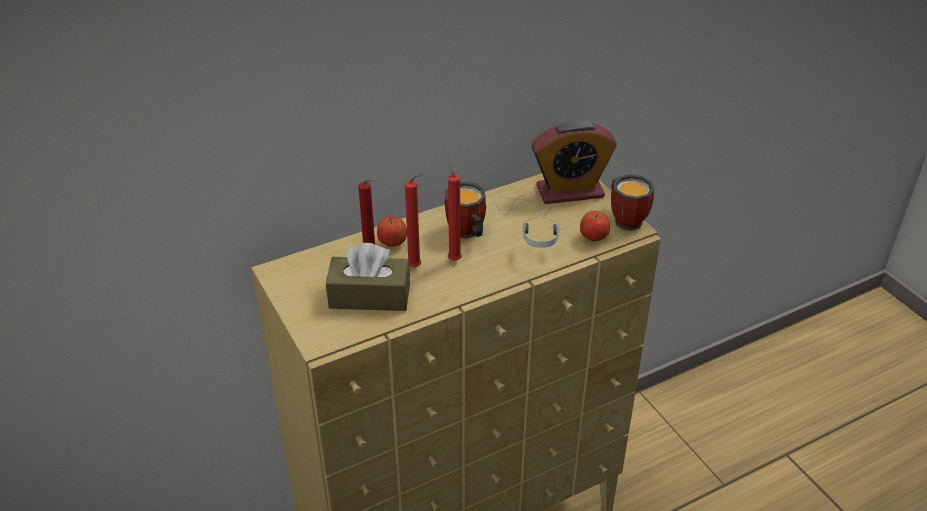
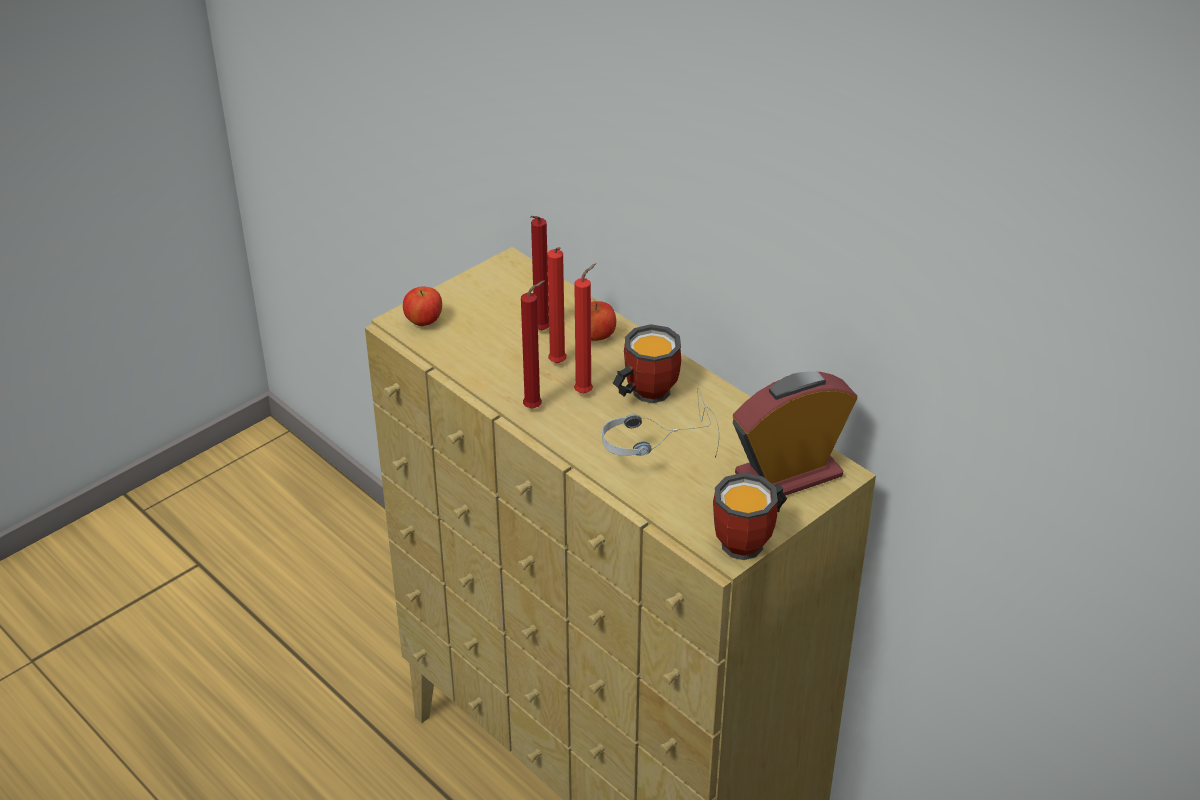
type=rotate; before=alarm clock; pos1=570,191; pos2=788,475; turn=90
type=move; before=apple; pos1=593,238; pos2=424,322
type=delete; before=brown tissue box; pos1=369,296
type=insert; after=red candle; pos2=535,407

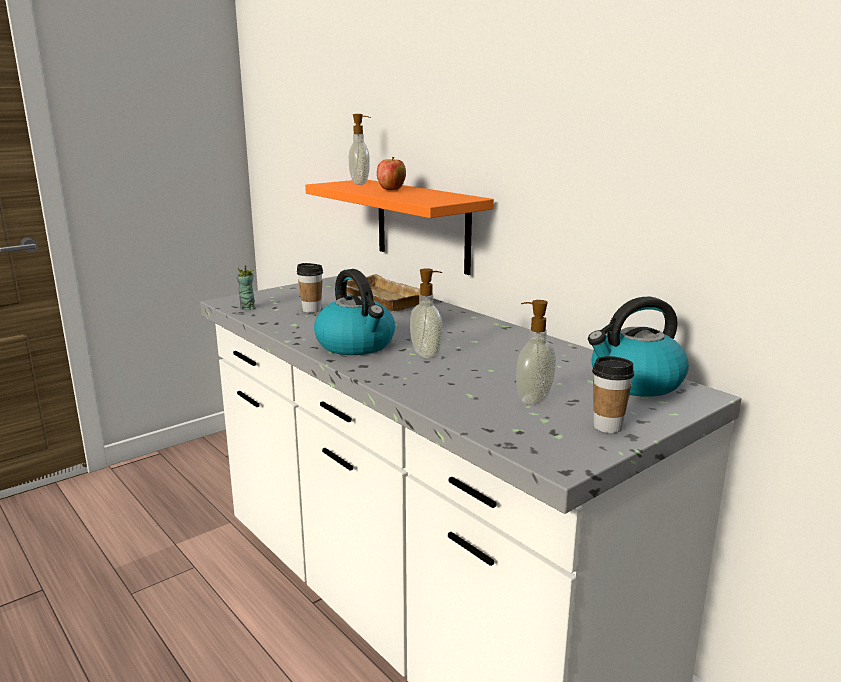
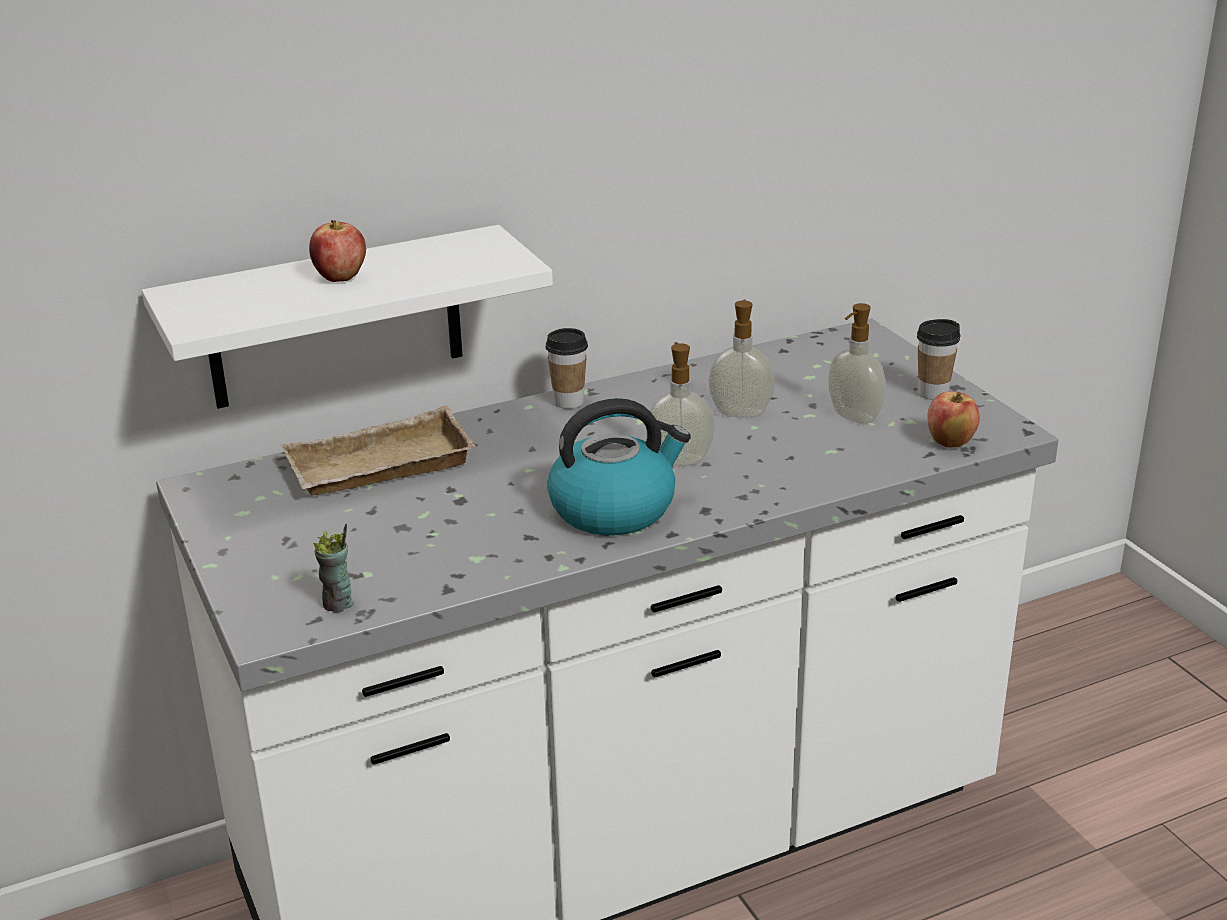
type=move; before=soap dispenser; pos1=360,183; pos2=741,412
type=recolor; before=orange shelf; after=white shelf; pos1=422,225; pos2=335,318
type=move; before=cup; pos1=311,310; pos2=568,402
type=delete; before=kettle; pos1=635,383
type=insert; after=apple; pos2=950,442

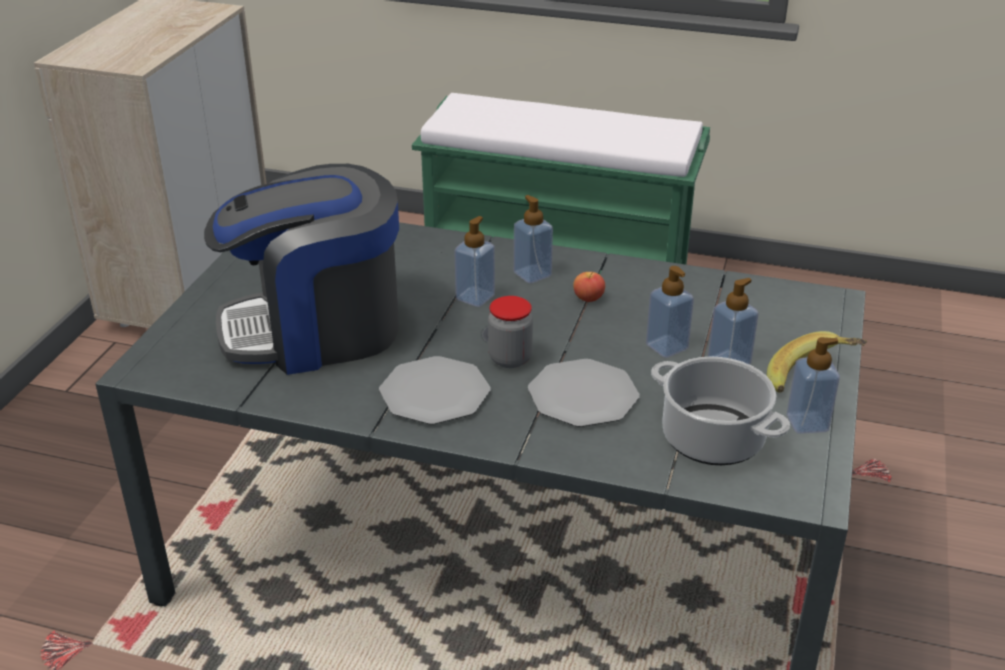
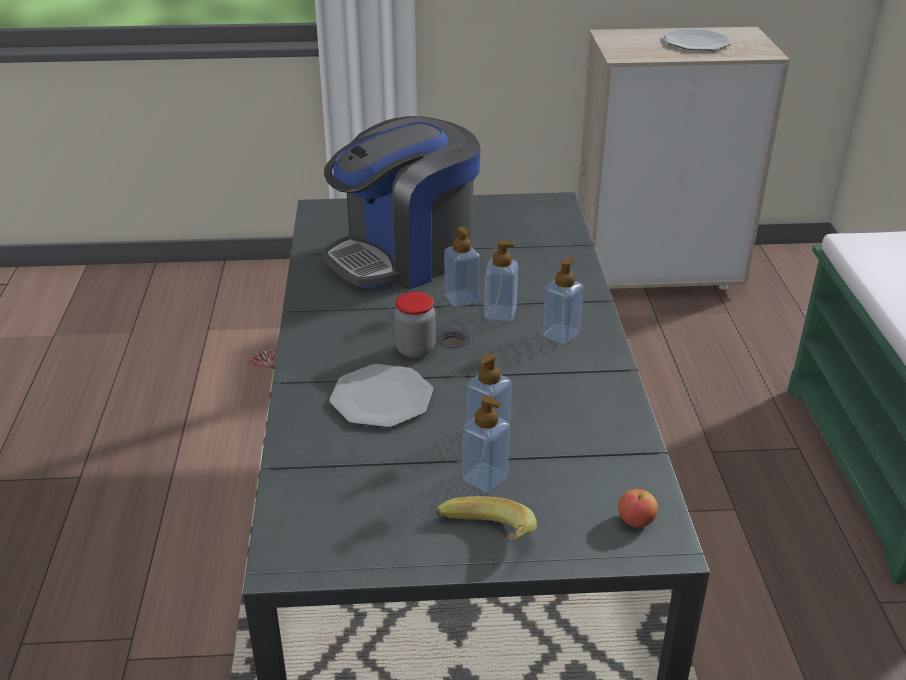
type=rotate; before=coffee machine; pos1=315,330; pos2=404,256; turn=-90
type=move; before=apple; pos1=588,298; pos2=636,520
type=move; before=soap dispenser; pos1=807,423; pos2=461,298
type=move; before=plate; pos1=435,393; pos2=696,42
type=delete; before=cooking pot; pos1=711,438

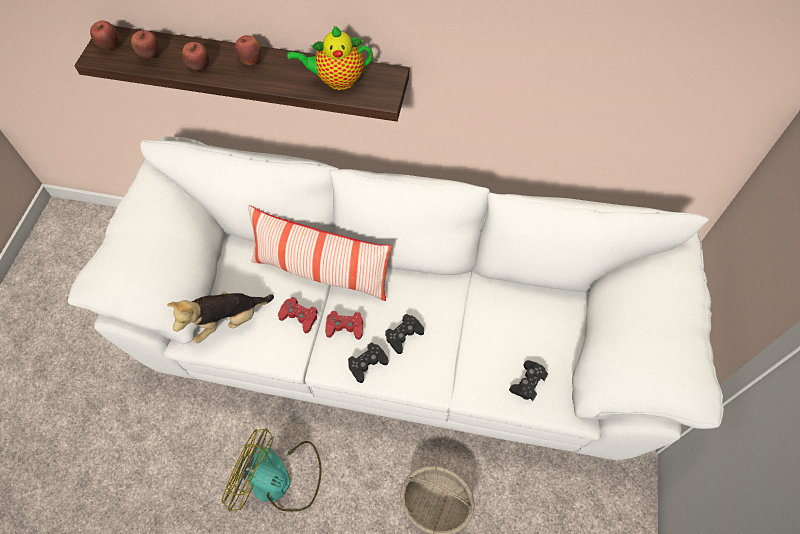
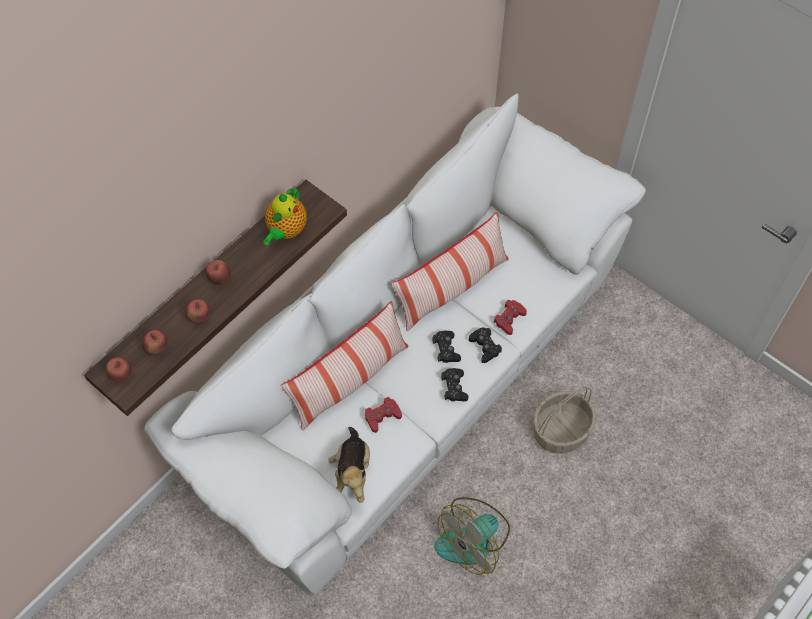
type=move; before=red game controller; pos1=345,327; pos2=509,319
type=move; before=black game controller; pos1=528,382; pos2=485,347
type=insert; after=pillow; pos2=451,288

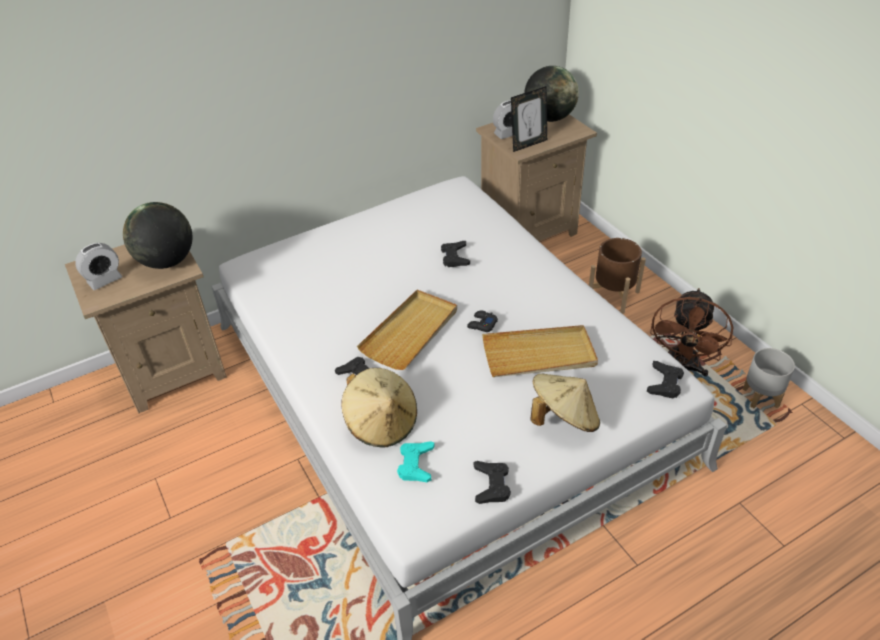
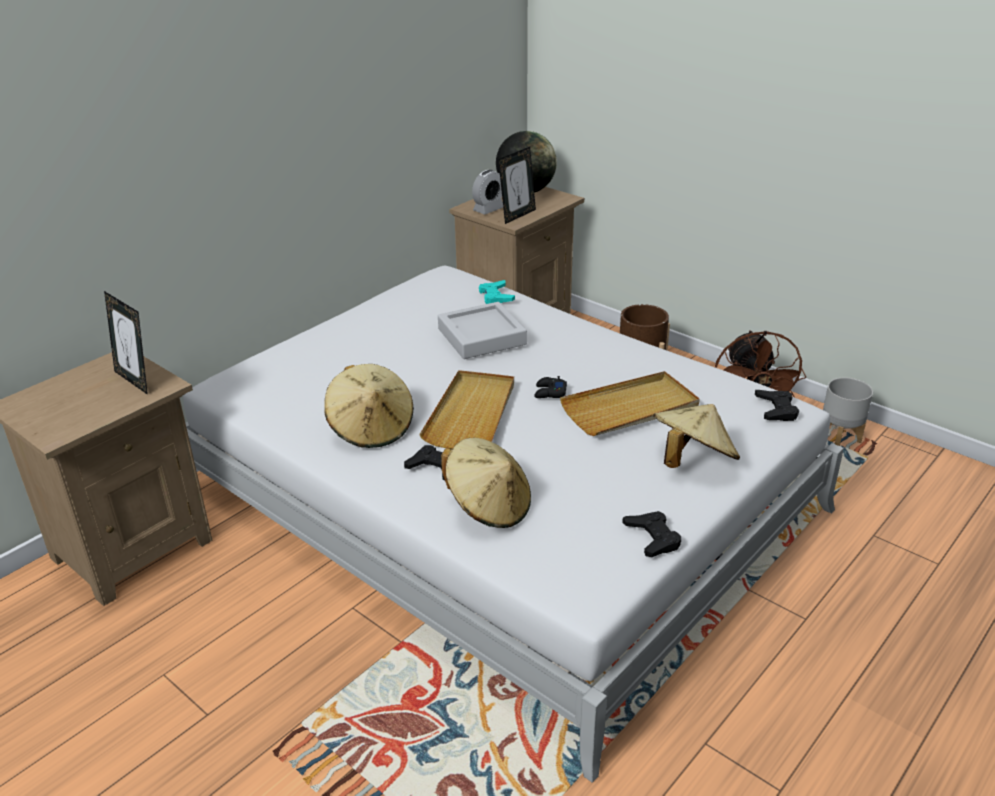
type=replace; before=globe; after=picture frame; pos1=167,261; pos2=135,380
type=replace; before=black game controller; after=grey tray; pos1=455,257; pos2=481,336
type=delete; before=alarm clock; pos1=105,280
type=move; before=turquoise game controller; pos1=416,464; pos2=496,296
type=insert; after=beige hat; pos2=371,428

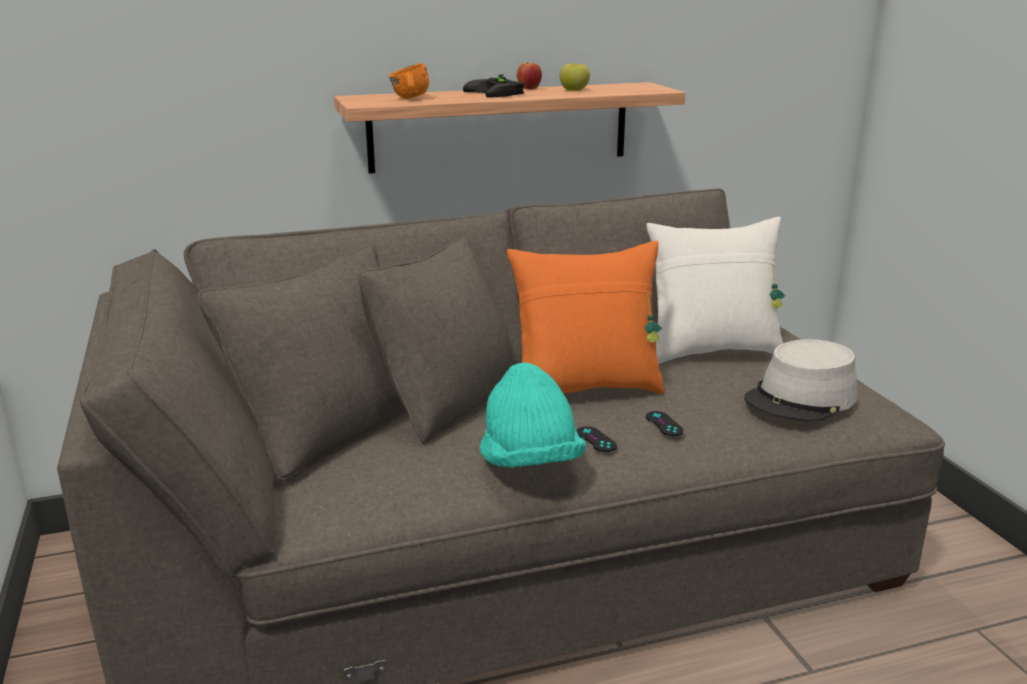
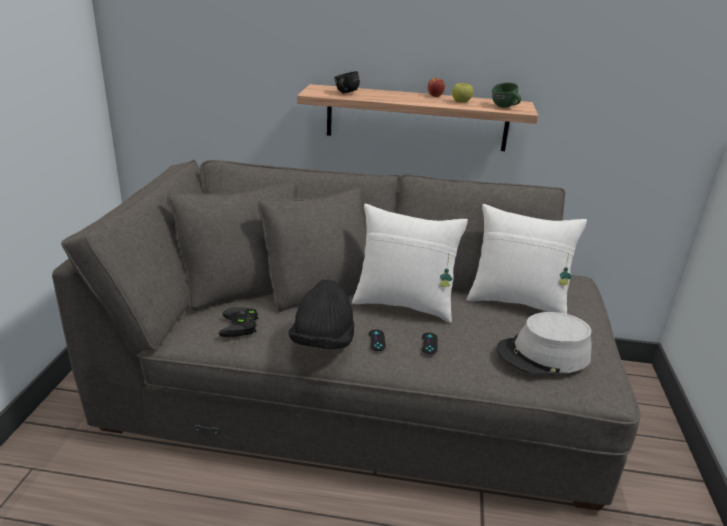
type=recolor; before=orange mug; after=black mug; pos1=409,99; pos2=344,93
type=move; before=black game controller; pos1=498,93; pos2=240,326
type=recolor; before=orange pillow; after=white pillow; pos1=585,390; pos2=403,306
type=recolor; before=turquoise hat; after=black hat; pos1=530,463; pos2=323,342
type=insert; after=green mug; pos2=505,107

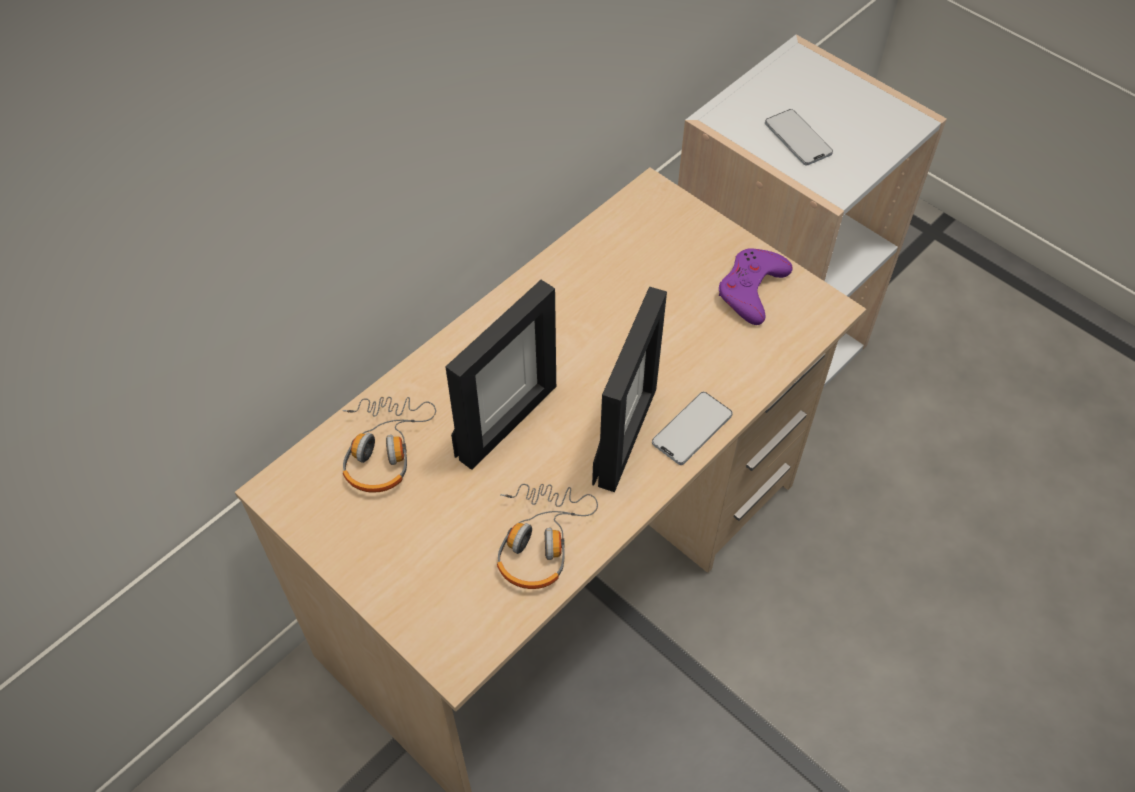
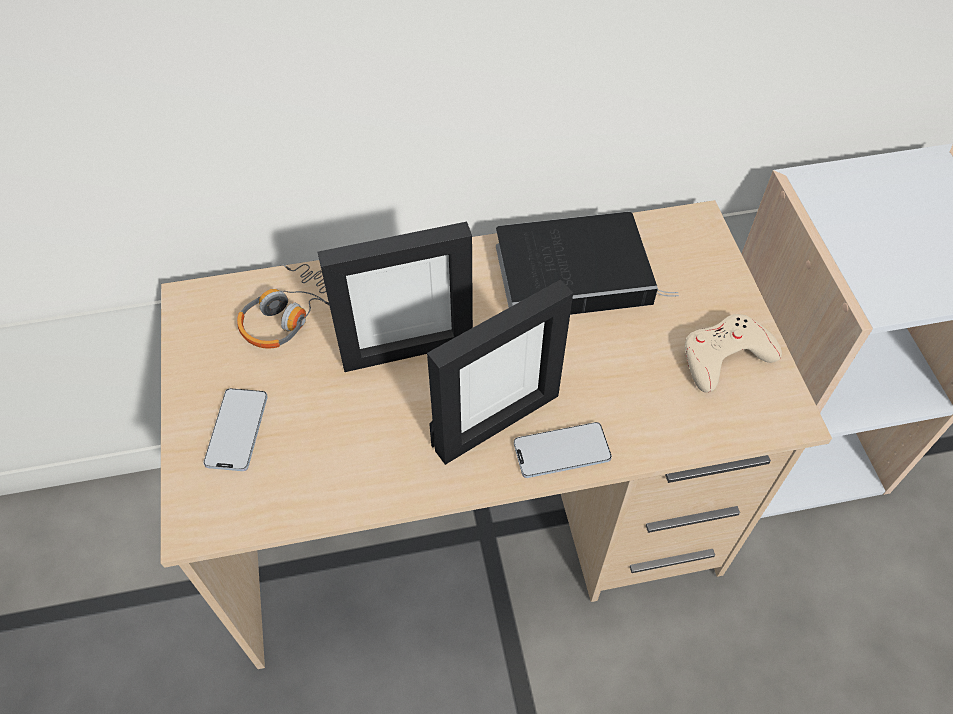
type=move; before=phone; pos1=798,138; pos2=237,430
type=recolor; before=purple game controller; after=beige game controller; pos1=751,289; pos2=724,356
type=delete; before=headphones; pos1=540,541
type=insert; after=book; pos2=577,272

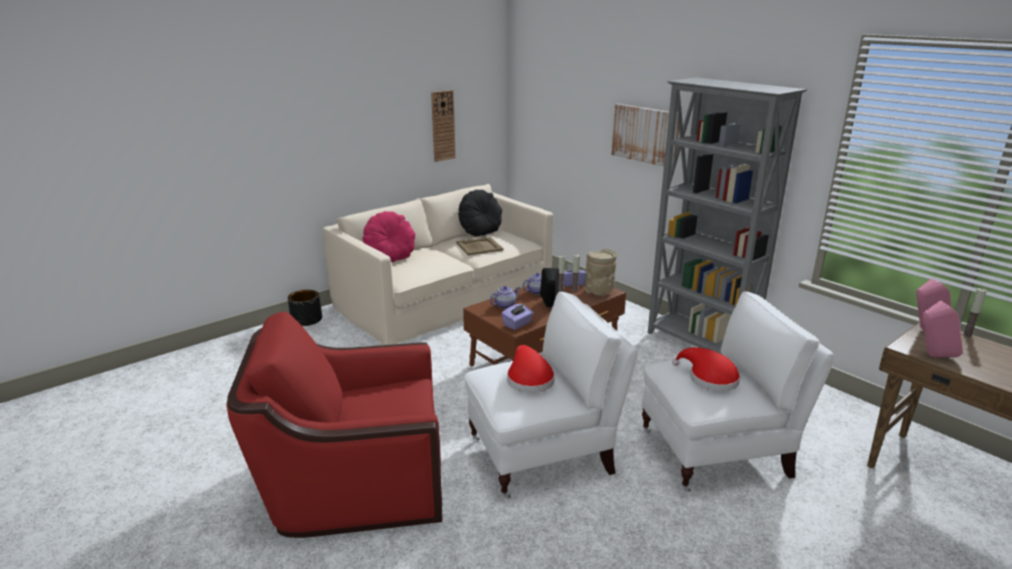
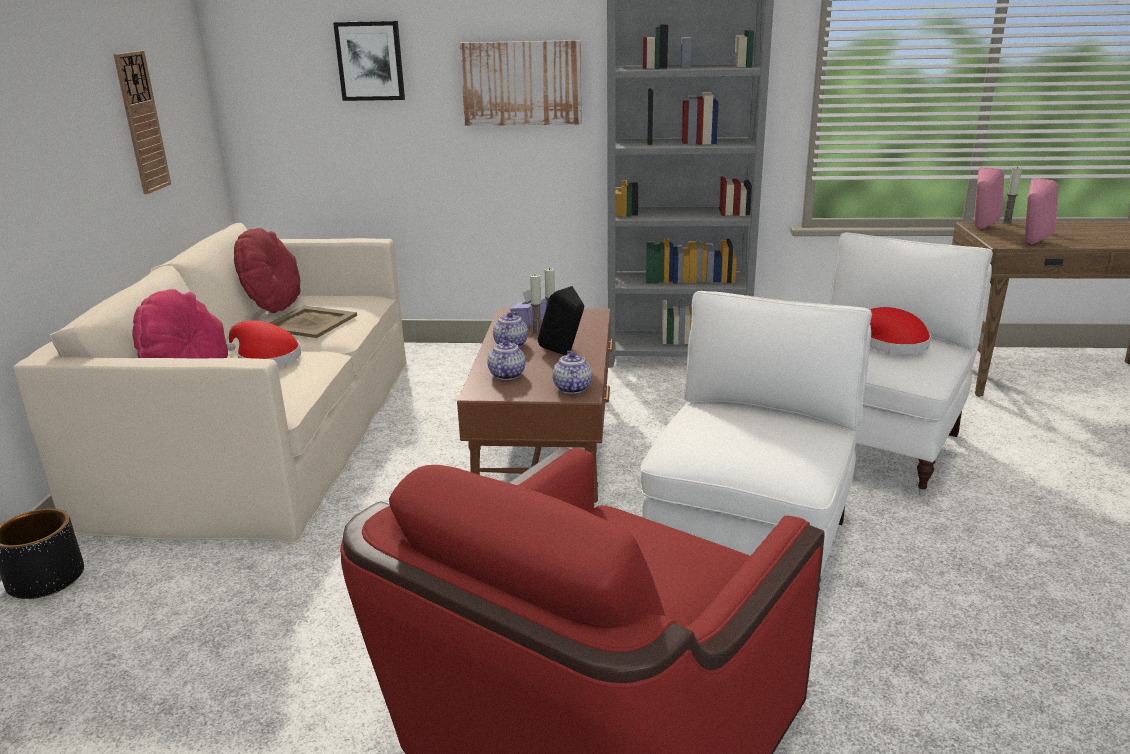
type=recolor; before=black pillow; after=red pillow; pos1=480,233; pos2=274,307
type=delete; before=beige vase; pos1=599,292
type=replace; before=purple tissue box; after=teapot; pos1=517,324; pos2=572,388
type=move; before=red hat; pos1=528,379; pos2=265,358
type=insert; after=picture; pos2=370,61

